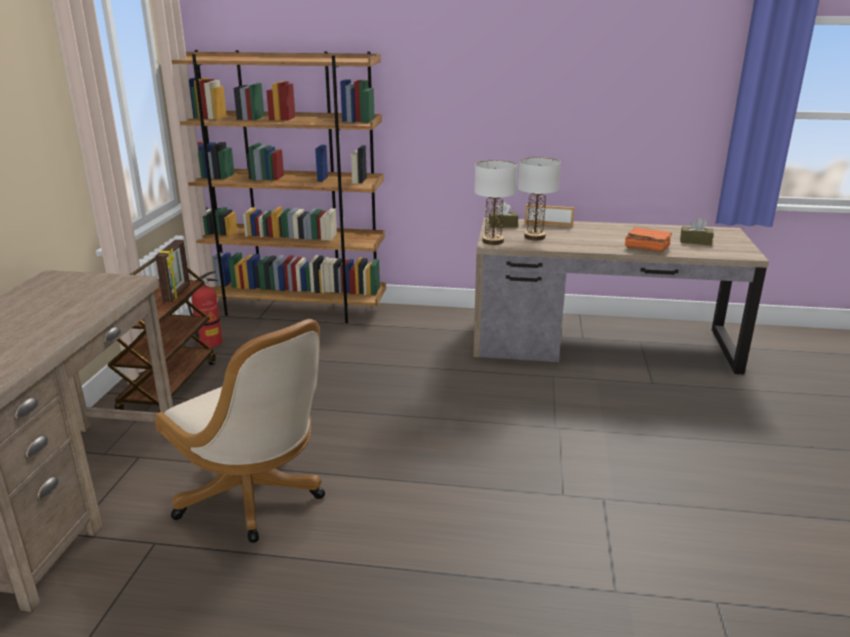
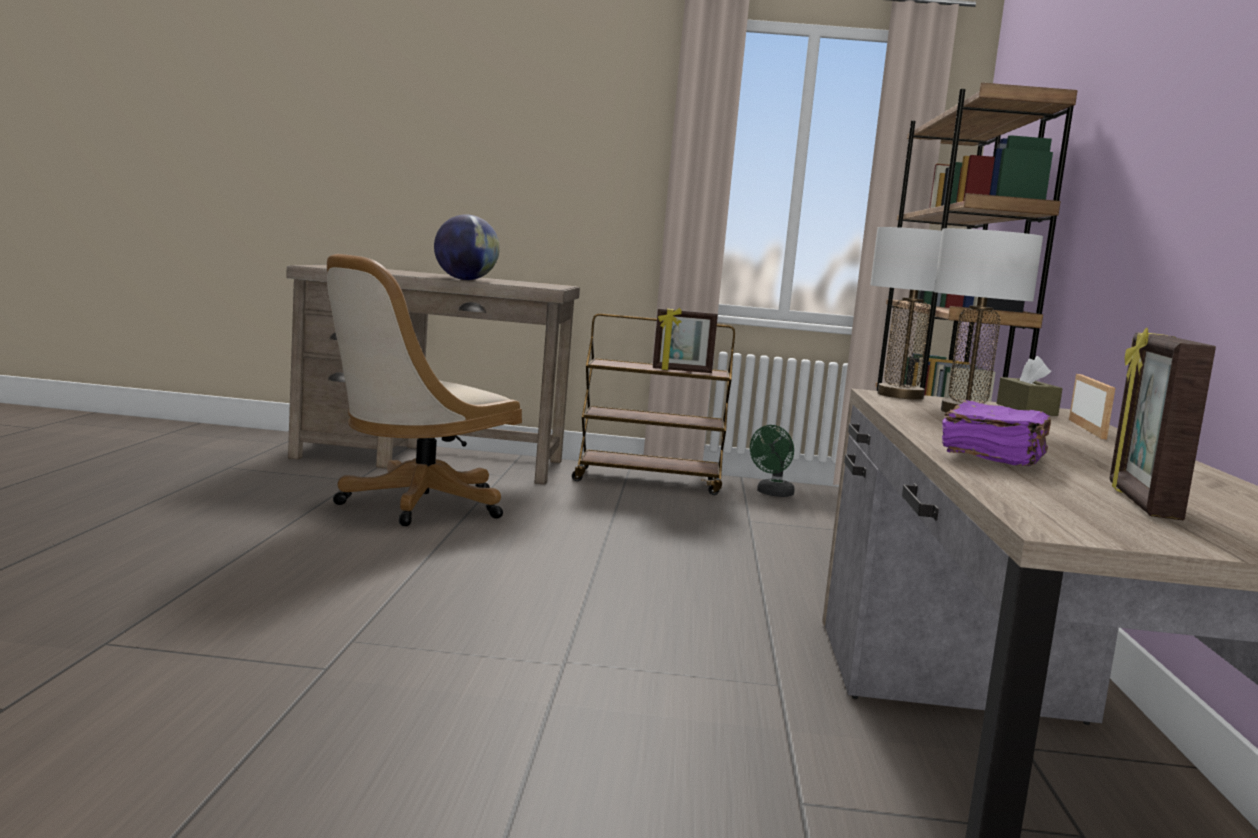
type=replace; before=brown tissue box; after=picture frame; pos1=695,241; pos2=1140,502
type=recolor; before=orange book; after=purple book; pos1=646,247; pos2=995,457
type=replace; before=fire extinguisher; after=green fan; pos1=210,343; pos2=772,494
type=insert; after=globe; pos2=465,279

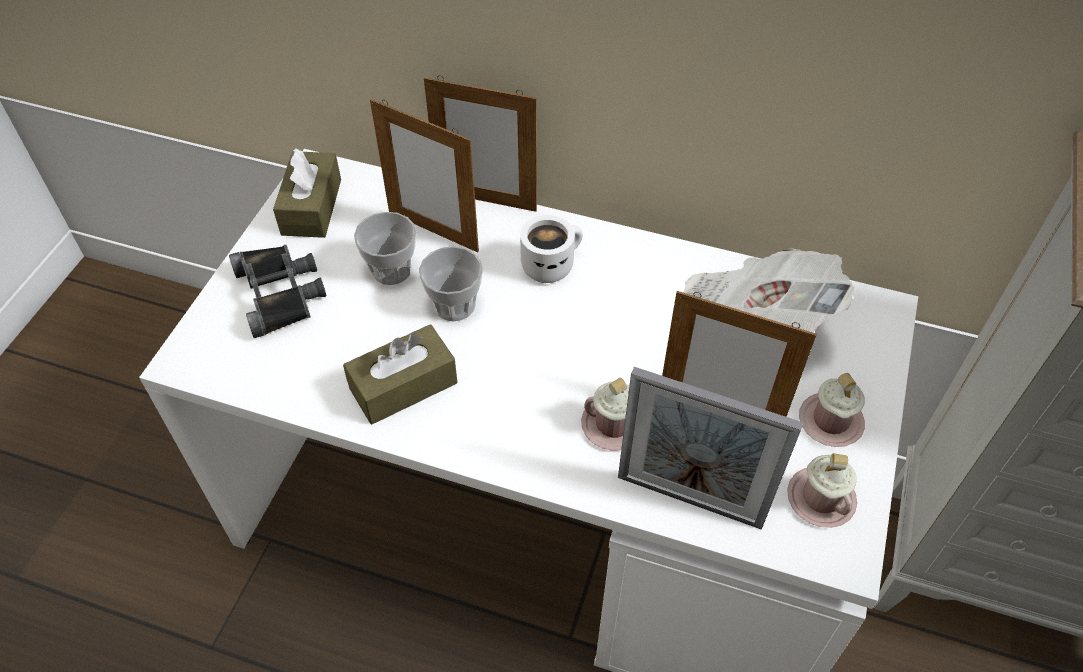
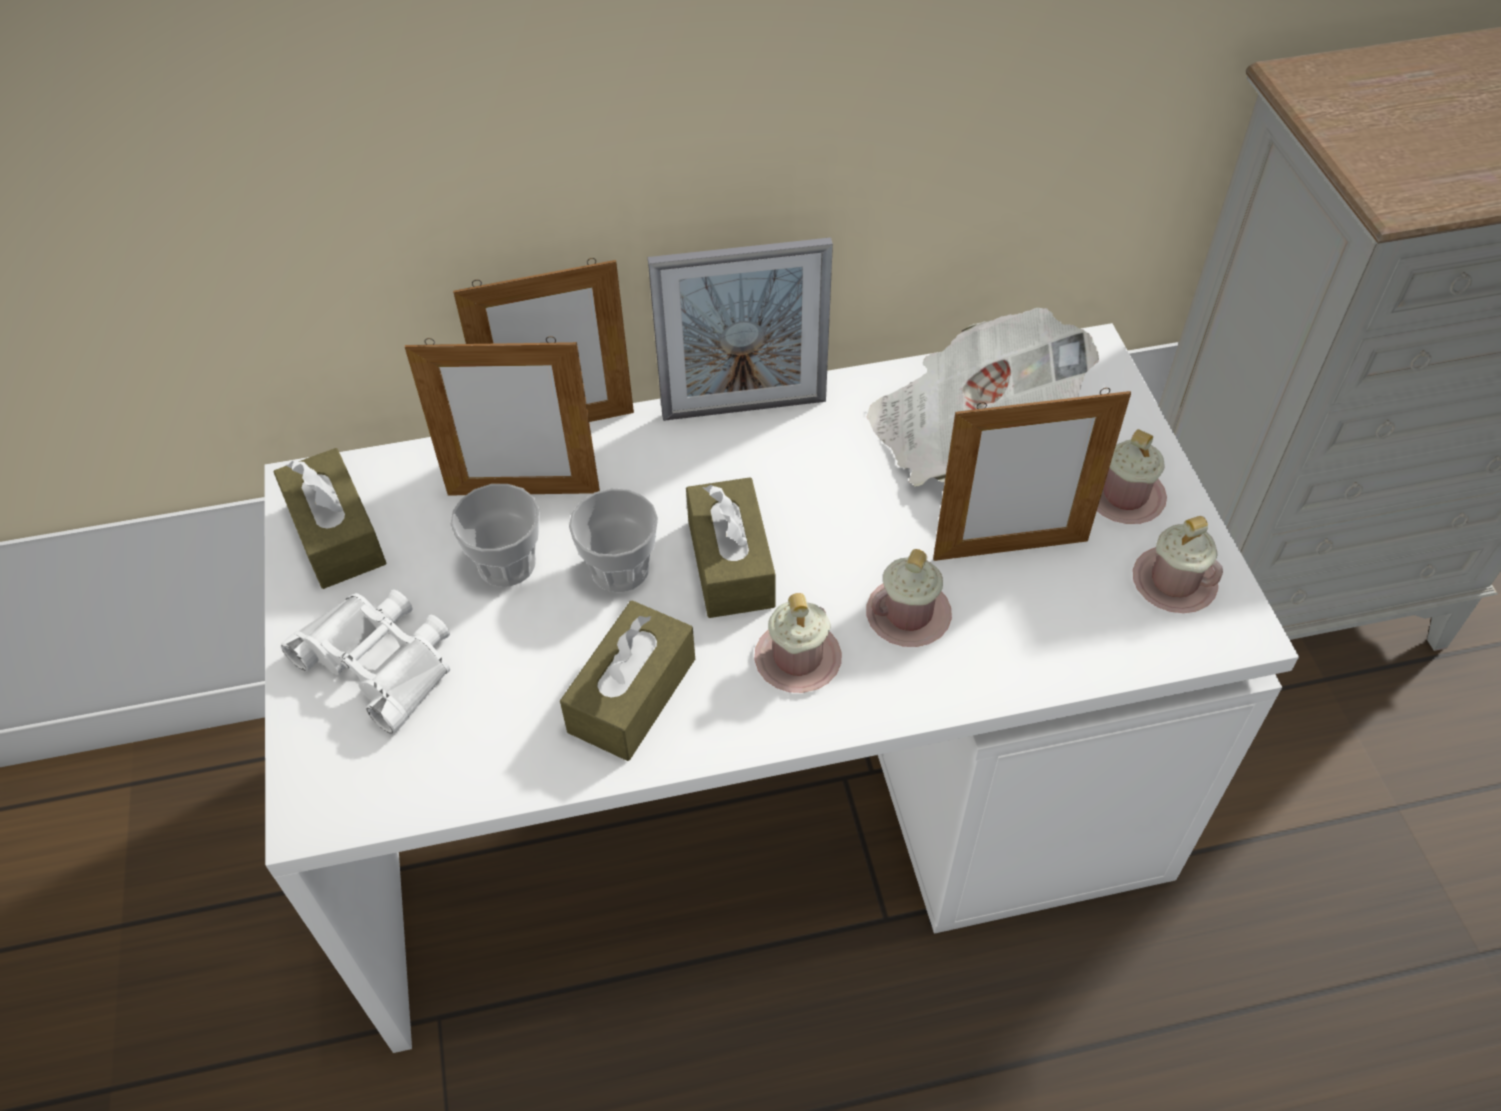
type=delete; before=white mug; pos1=550,264
type=recolor; before=black binoculars; after=white binoculars; pos1=281,292; pos2=381,661
type=move; before=picture frame; pos1=689,500; pos2=744,408
type=insert; after=brown tissue box; pos2=730,563
type=insert; after=pink mug; pos2=797,659

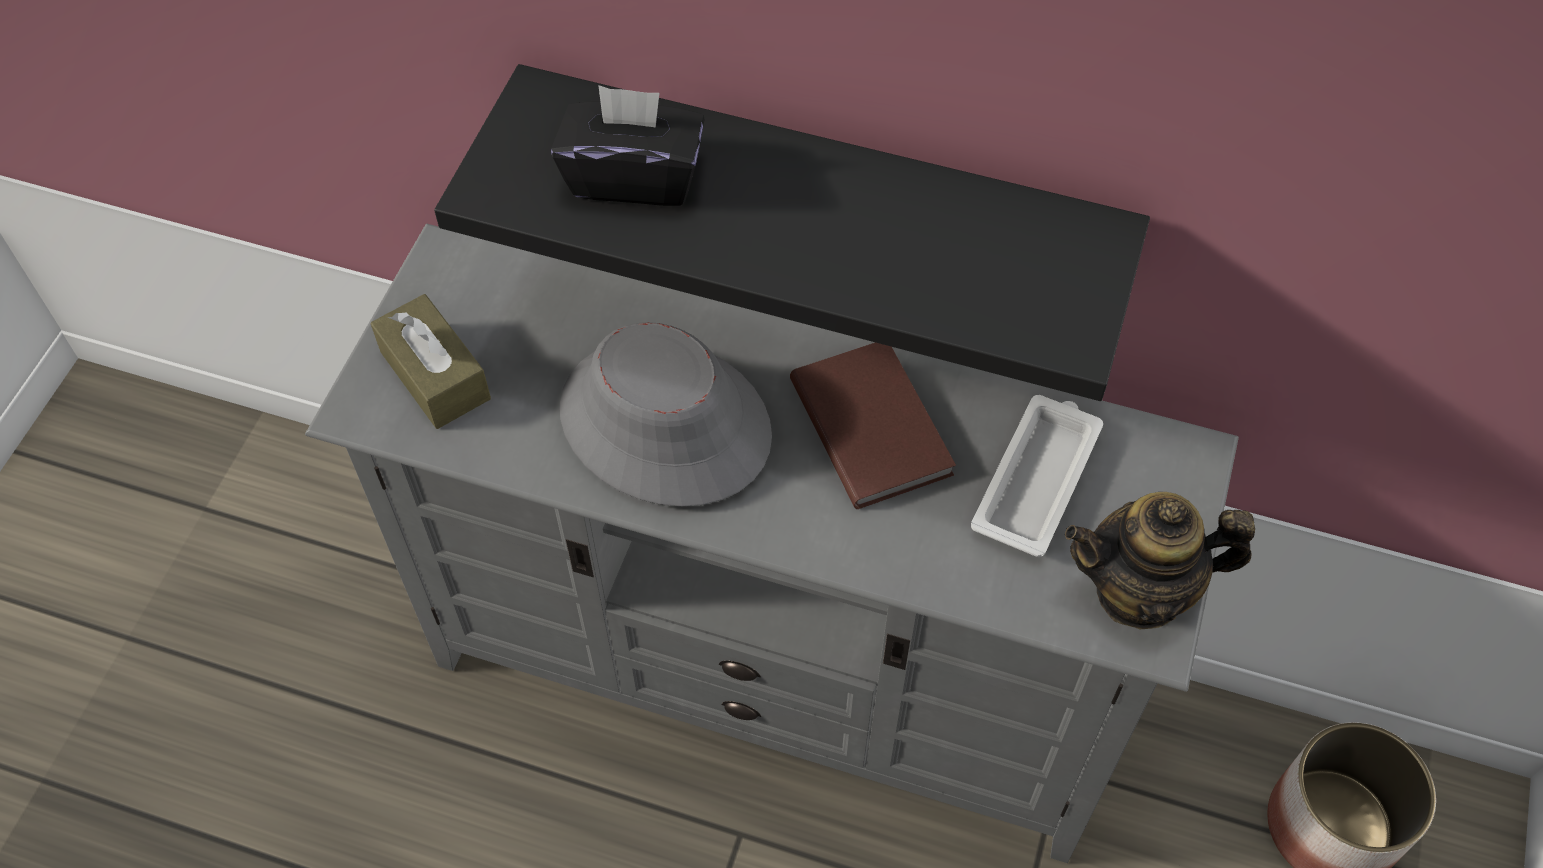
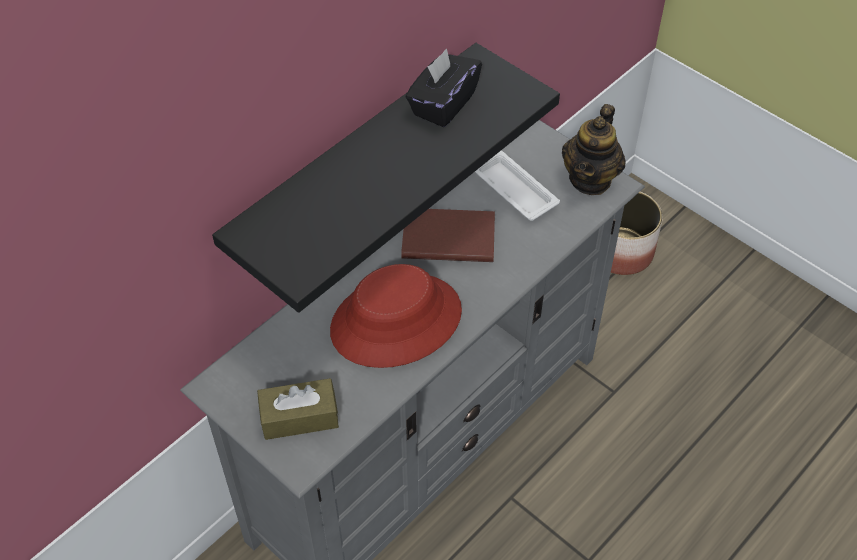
type=move; before=black tissue box; pos1=634,177; pos2=443,104
type=recolor; before=grey hat; after=red hat; pos1=664,423; pos2=396,321

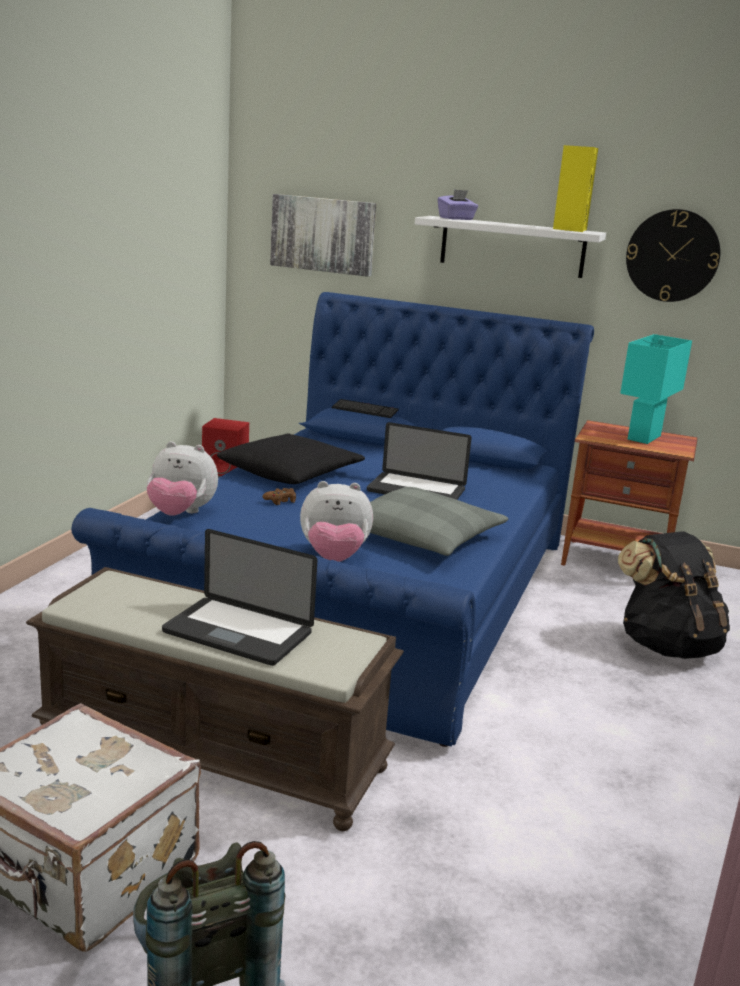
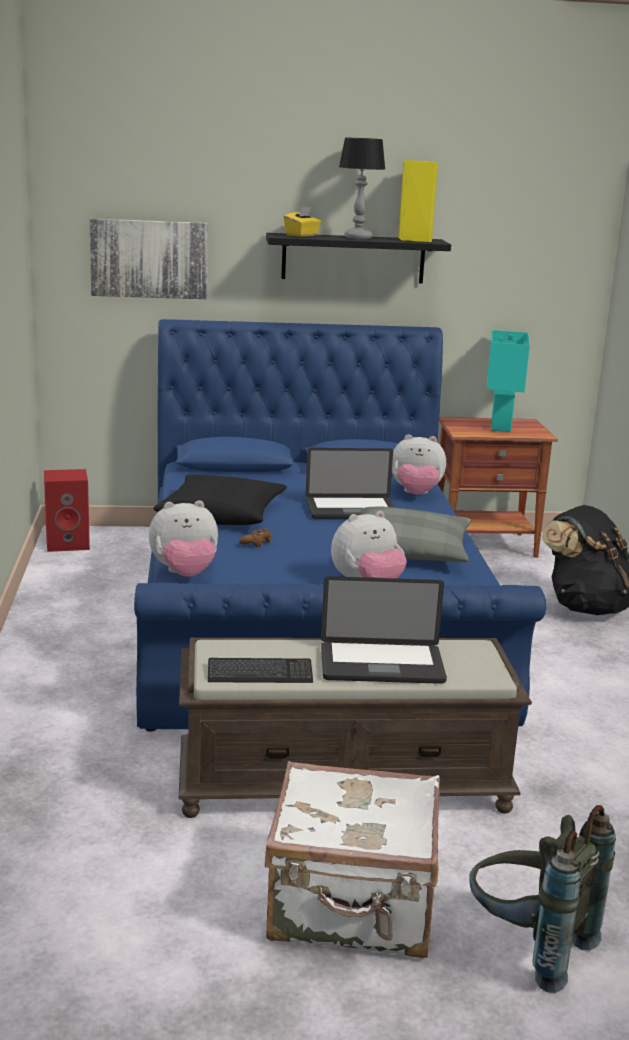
type=recolor; before=purple tissue box; after=yellow tissue box; pos1=456,219; pos2=302,235
type=delete; before=wall clock; pos1=672,255
type=recolor; before=white shelf; after=black shelf; pos1=512,247; pos2=353,258
type=move; before=keyboard; pos1=365,410; pos2=260,673
type=insert; after=table lamp; pos2=358,238
type=insert; after=plush toy; pos2=416,494

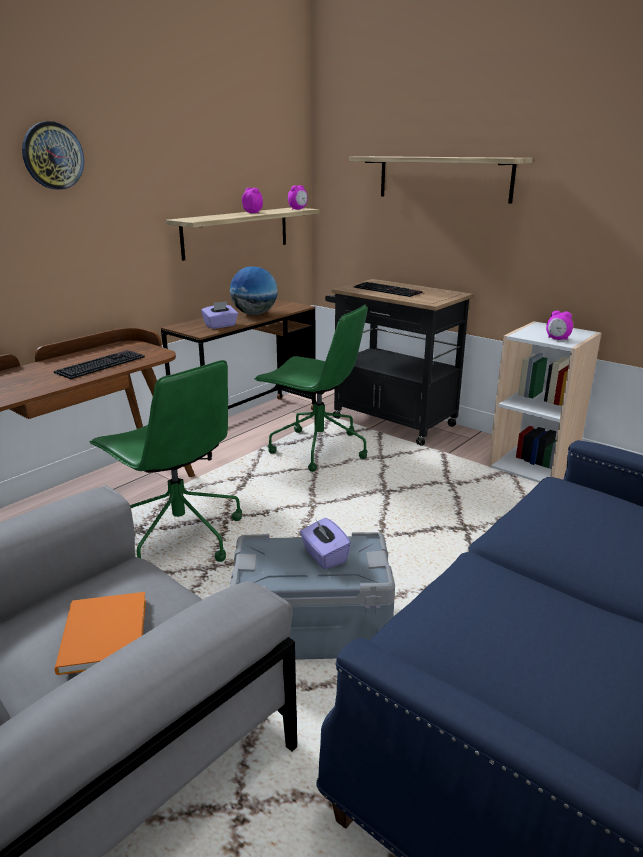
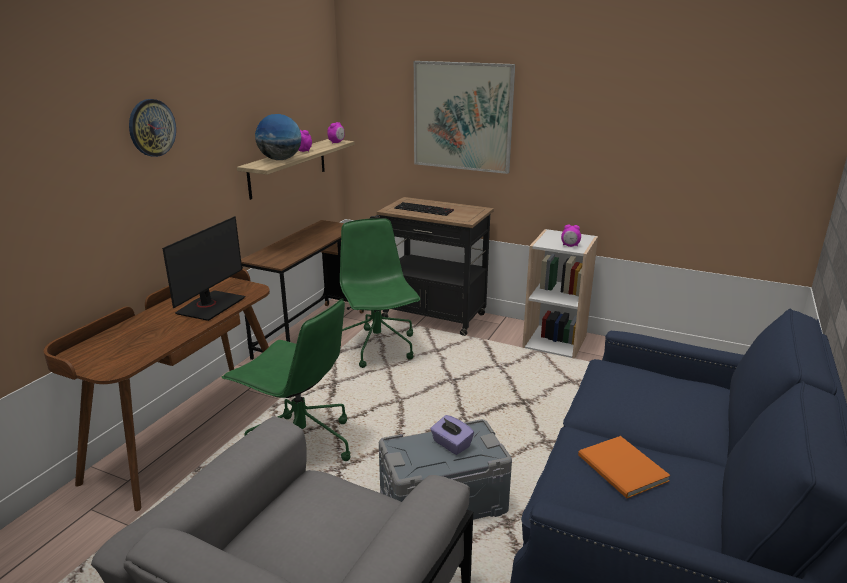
type=replace; before=shelf; after=picture; pos1=443,178; pos2=462,116
type=move; before=globe; pos1=254,314; pos2=280,159
type=delete; before=purple tissue box; pos1=220,326
type=rotate; before=green office chair; pos1=314,448; pos2=378,349; turn=-120
type=replace; before=keyboard; after=monitor; pos1=101,364; pos2=210,306
type=move; before=orange book; pos1=101,637; pos2=622,470

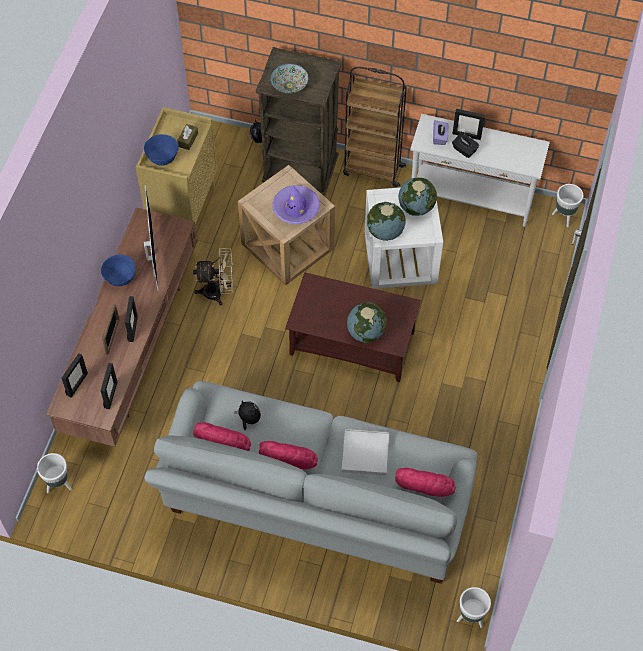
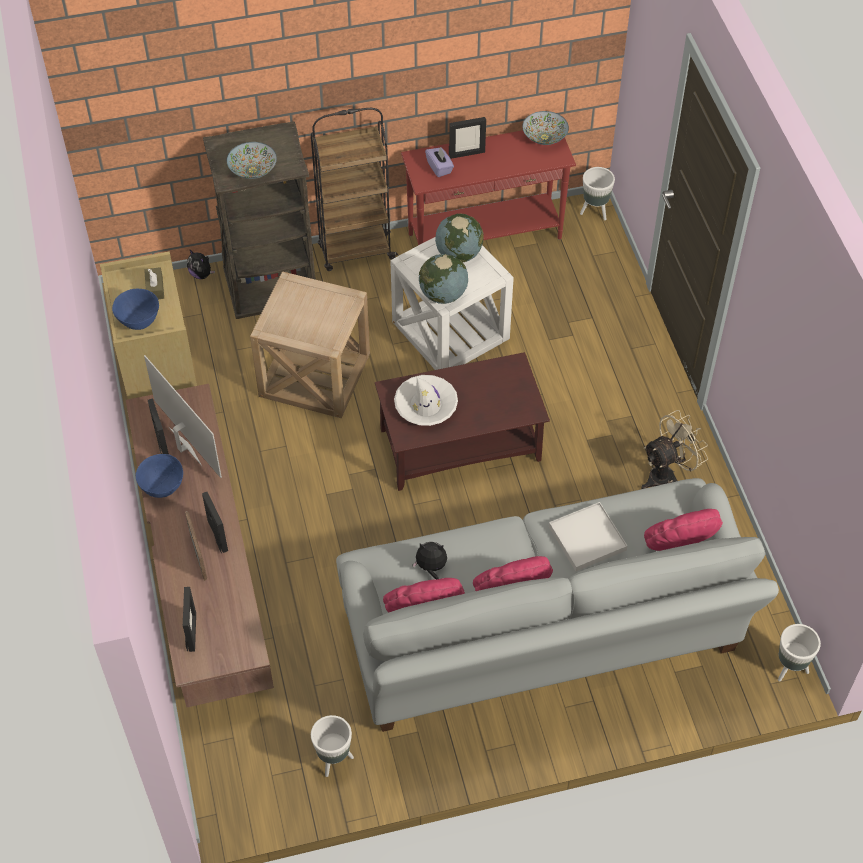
type=recolor; before=white console table; after=red console table; pos1=472,199; pos2=485,235
type=delete; before=black tissue box; pos1=464,150
type=delete; before=purple hat; pos1=296,208
type=move; before=beige fan; pos1=218,292; pos2=667,475
type=delete; before=globe; pos1=366,332
type=move; before=picture frame; pos1=111,395; pos2=161,443
type=move; before=white planter; pos1=58,484; pos2=333,760
type=insert; after=bowl; pos2=545,137
type=insert; after=white hat; pos2=426,405

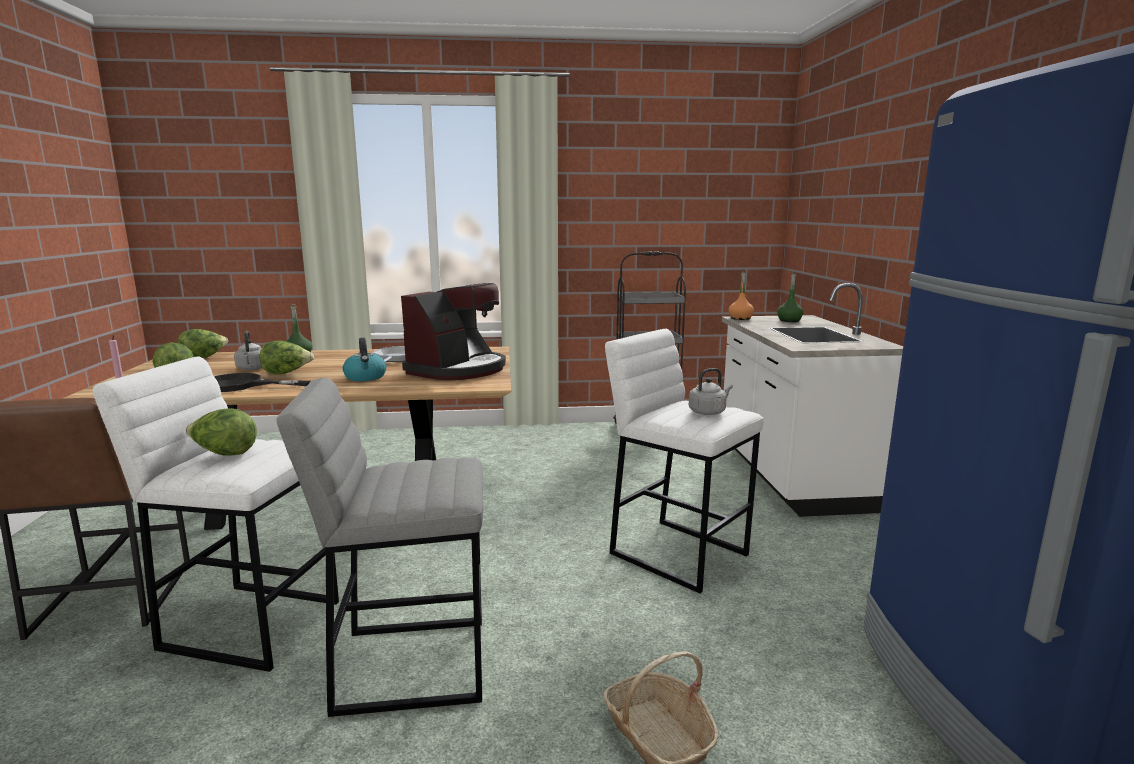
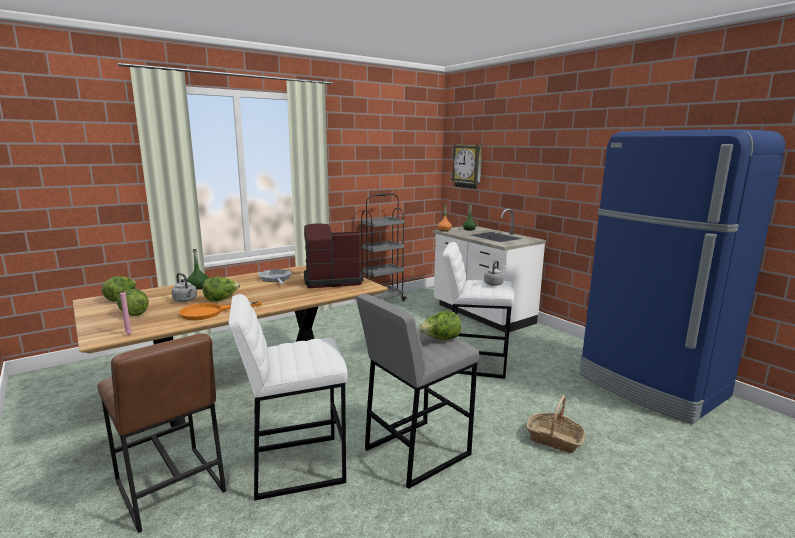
type=rotate; before=coffee machine; pos1=458,369; pos2=331,280; turn=-105
type=delete; before=kettle; pos1=365,377
type=recolor; before=black frying pan; after=orange frying pan; pos1=242,385; pos2=210,312
type=move; before=lettuce; pos1=224,454; pos2=440,339
type=insert; after=wall clock; pos2=467,166

